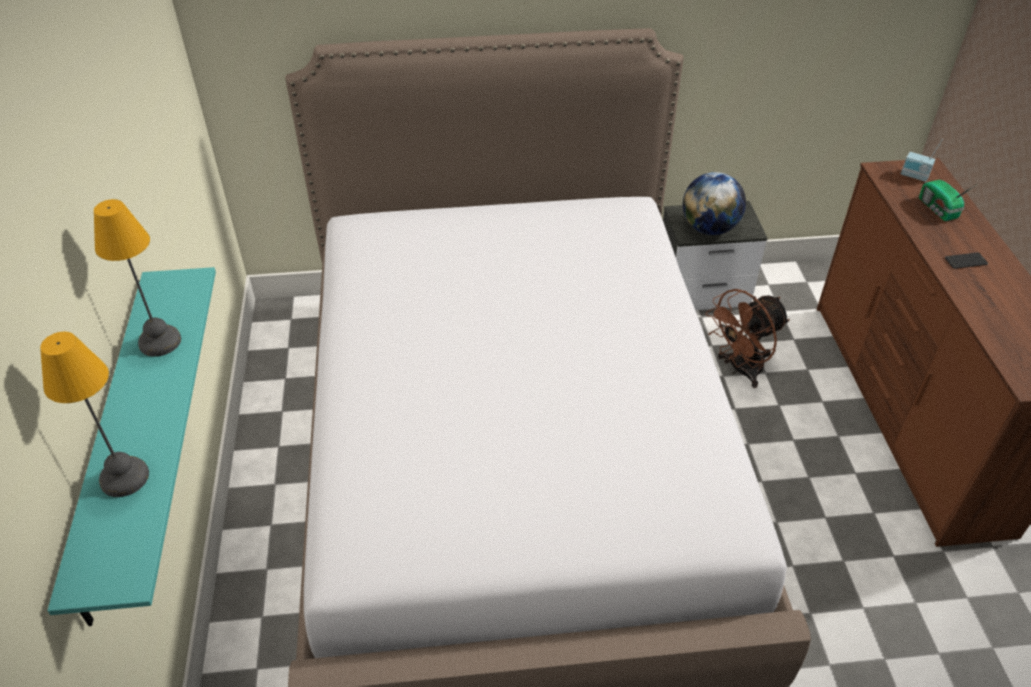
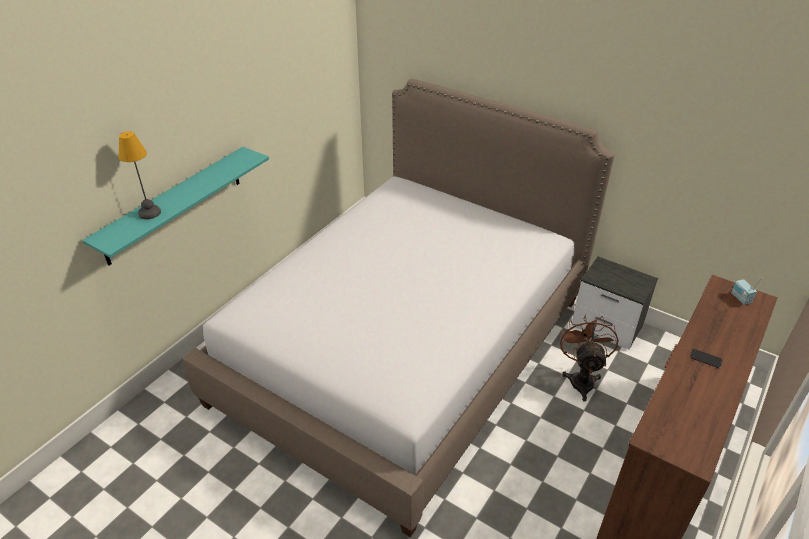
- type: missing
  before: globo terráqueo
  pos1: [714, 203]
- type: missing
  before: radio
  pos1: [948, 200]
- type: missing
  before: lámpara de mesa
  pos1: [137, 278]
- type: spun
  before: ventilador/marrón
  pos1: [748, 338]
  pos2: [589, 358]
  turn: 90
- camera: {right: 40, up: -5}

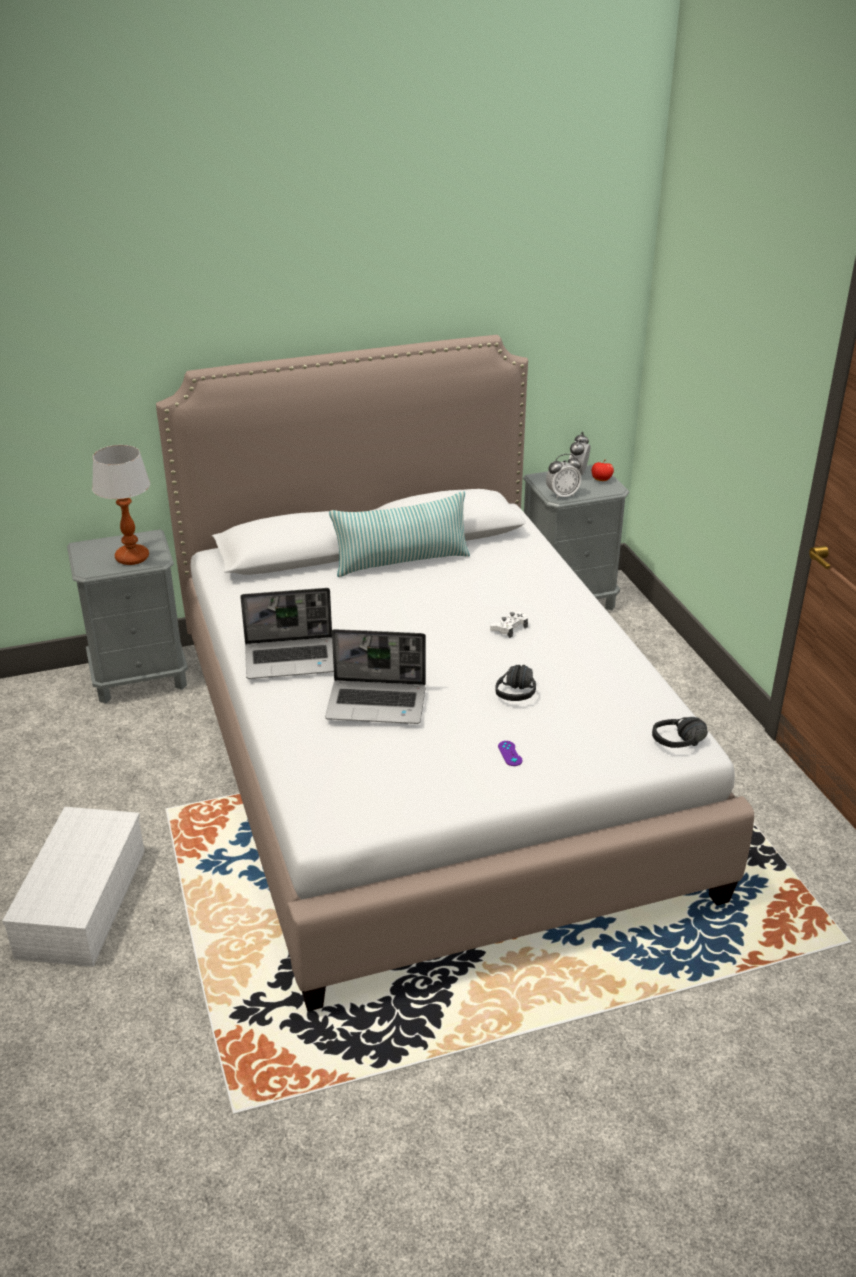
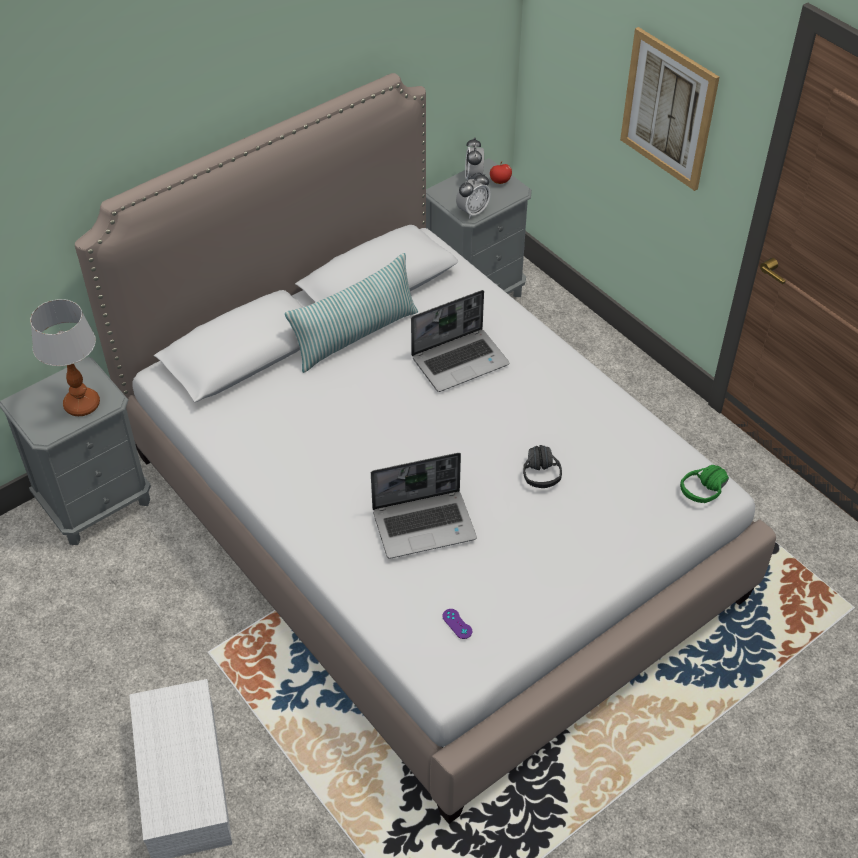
- type: relocated
  before: portátil
  pos1: [287, 633]
  pos2: [460, 341]
- type: missing
  before: mando de consola/blanco
  pos1: [509, 625]
- type: colour
  before: auriculares/negro
  after: auriculares/verde
  pos1: [680, 732]
  pos2: [704, 484]
- type: relocated
  before: mando de consola/morado
  pos1: [510, 753]
  pos2: [457, 624]
- type: appeared
  after: cuadro
  pos2: [669, 109]
- camera: {right: -20, up: 15}

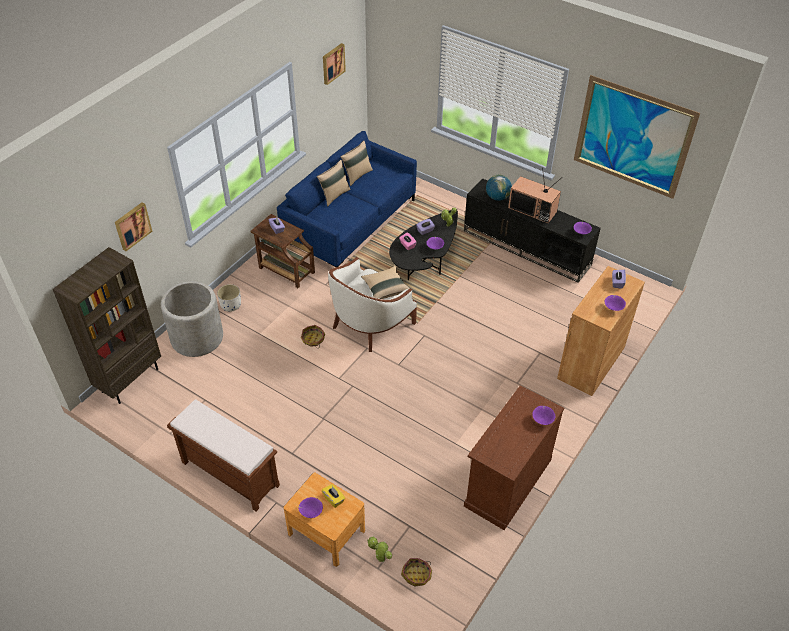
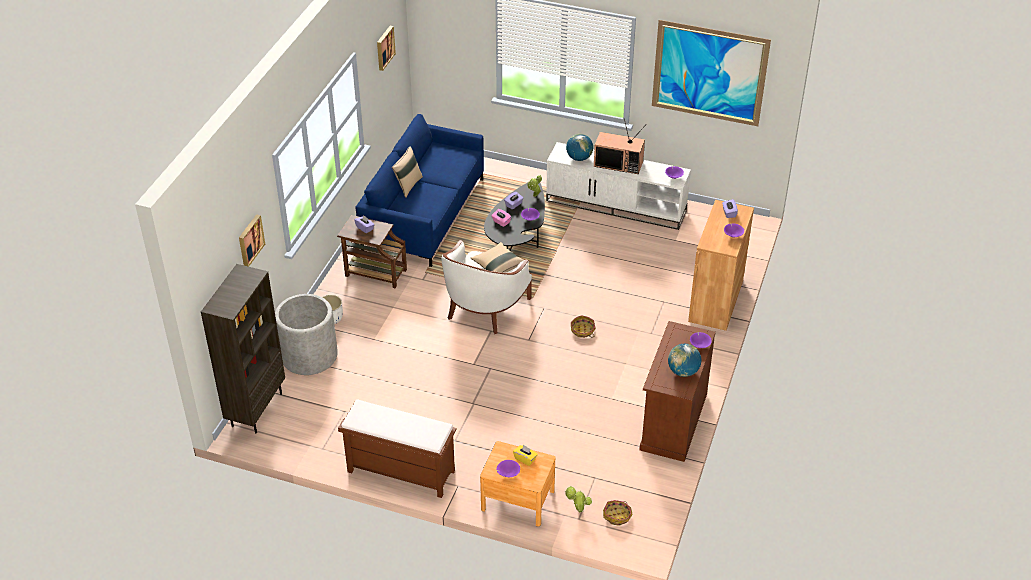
- type: missing
  before: cojín/beis
  pos1: [356, 163]
- type: colour
  before: mueble de televisión/negro
  after: mueble de televisión/blanco
  pos1: [532, 230]
  pos2: [618, 186]
- type: relocated
  before: cesta
  pos1: [313, 336]
  pos2: [583, 326]
- type: appeared
  after: globo terráqueo
  pos2: [684, 360]
- camera: {right: -15, up: -5}

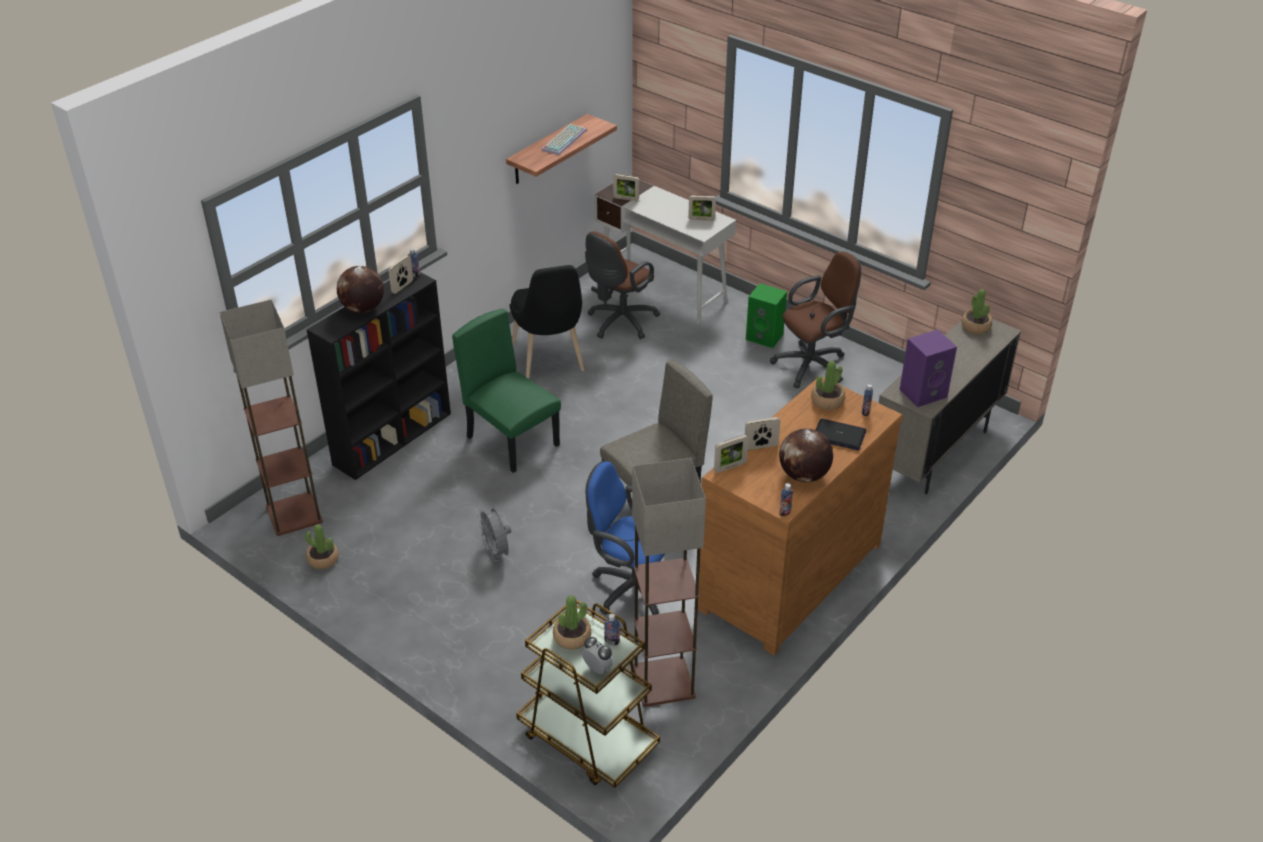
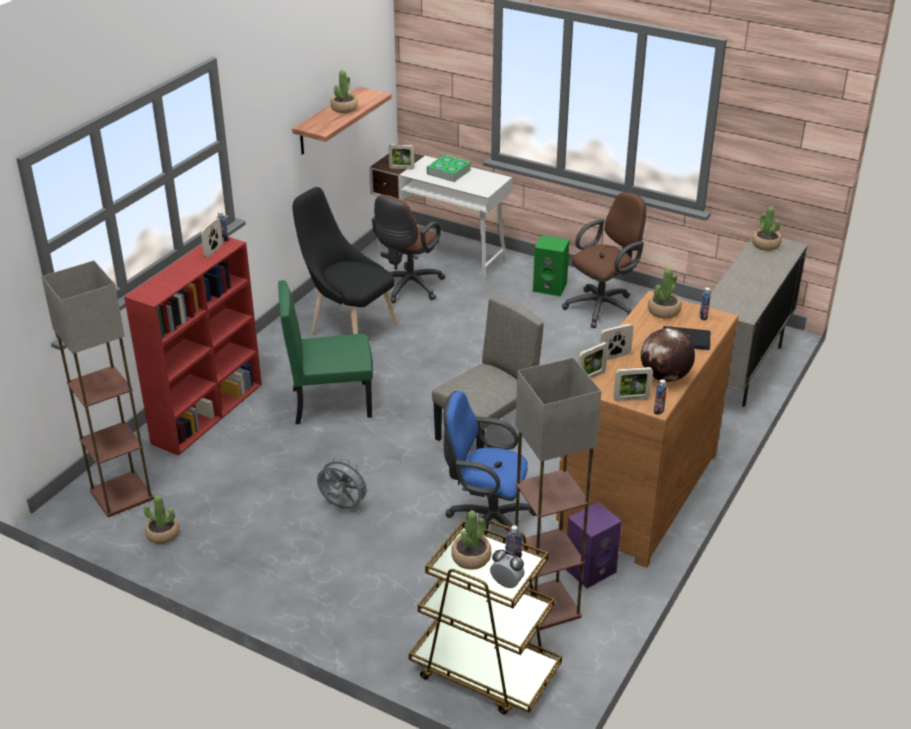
- type: exchanged
  before: teclado
  after: planta en maceta
  pos1: [564, 139]
  pos2: [344, 91]
- type: relocated
  before: portarretratos
  pos1: [702, 208]
  pos2: [633, 384]
- type: spun
  before: silla/negro
  pos1: [547, 322]
  pos2: [345, 260]
  turn: 150
- type: missing
  before: globo terráqueo
  pos1: [360, 289]
- type: colour
  before: estantería/negro
  after: estantería/rojo
  pos1: [378, 376]
  pos2: [193, 346]
- type: spun
  before: silla/verde
  pos1: [506, 391]
  pos2: [325, 352]
  turn: -45
- type: relocated
  before: altavoz/morado
  pos1: [928, 368]
  pos2: [594, 545]
- type: spun
  before: ventilador/gris
  pos1: [494, 535]
  pos2: [344, 483]
  turn: 150
- type: appeared
  after: libro
  pos2: [449, 168]
- camera: {right: -10, up: -5}

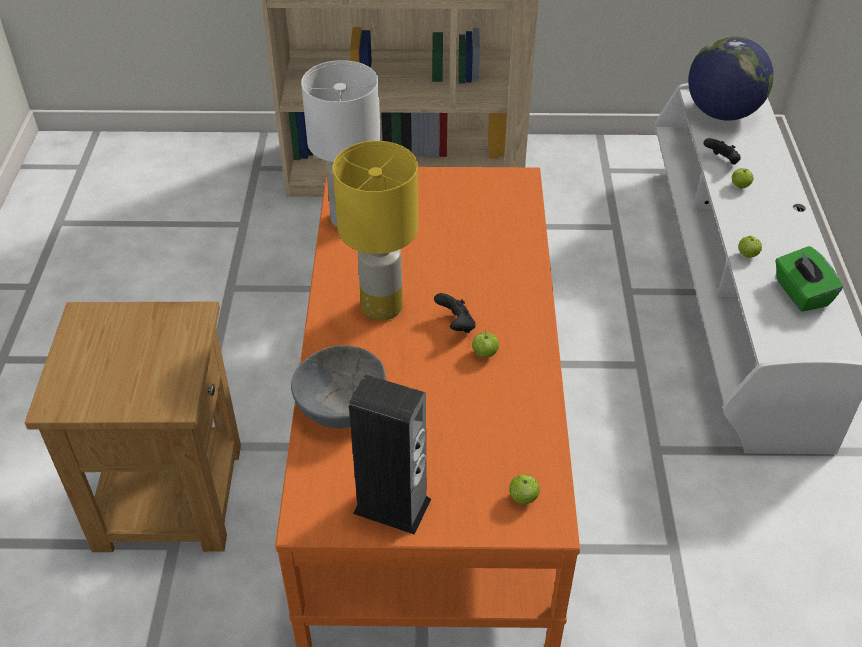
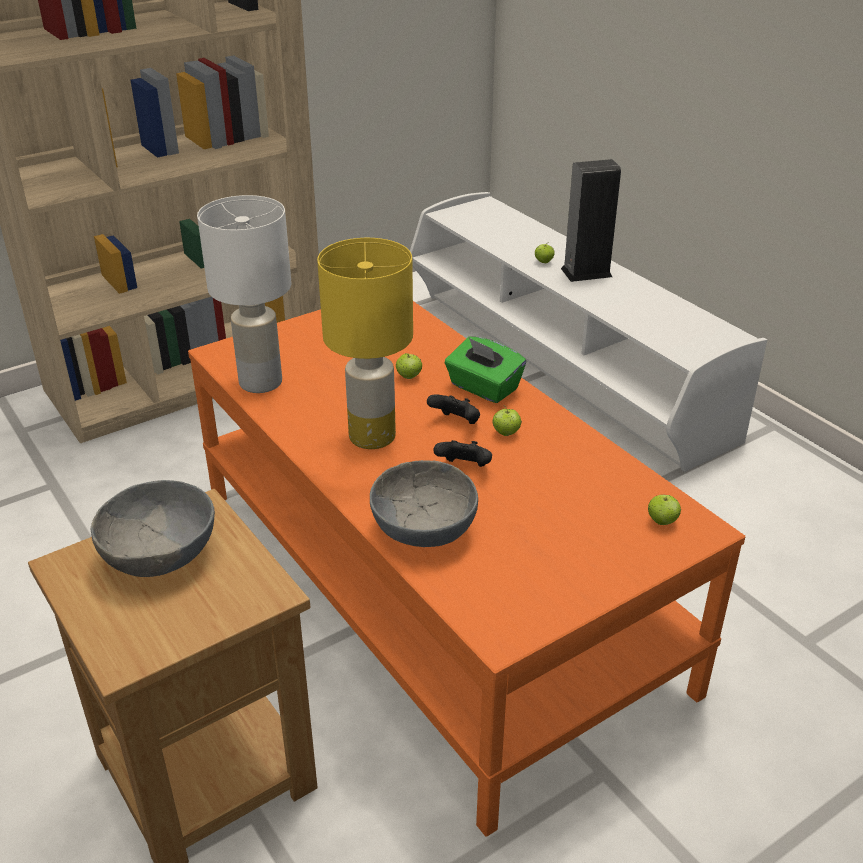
- type: missing
  before: globo terráqueo
  pos1: [731, 78]
- type: relocated
  before: mando de consola/negro
  pos1: [722, 151]
  pos2: [462, 453]
- type: relocated
  before: manzana
  pos1: [750, 247]
  pos2: [409, 366]
- type: relocated
  before: caja de pañuelos/verde
  pos1: [809, 279]
  pos2: [485, 369]
- type: relocated
  before: altavoz
  pos1: [390, 455]
  pos2: [591, 220]
- type: appeared
  after: cuenco/gris
  pos2: [153, 528]
- camera: {right: -35, up: -10}

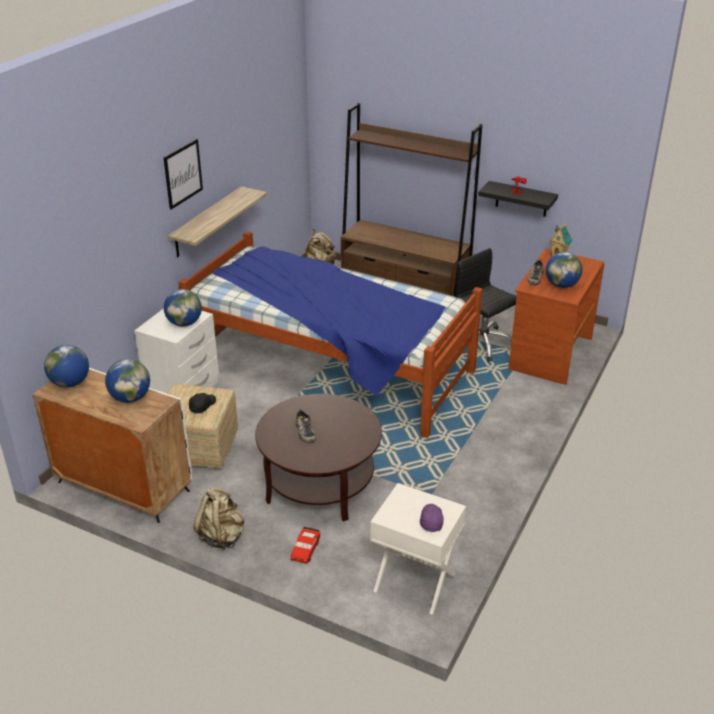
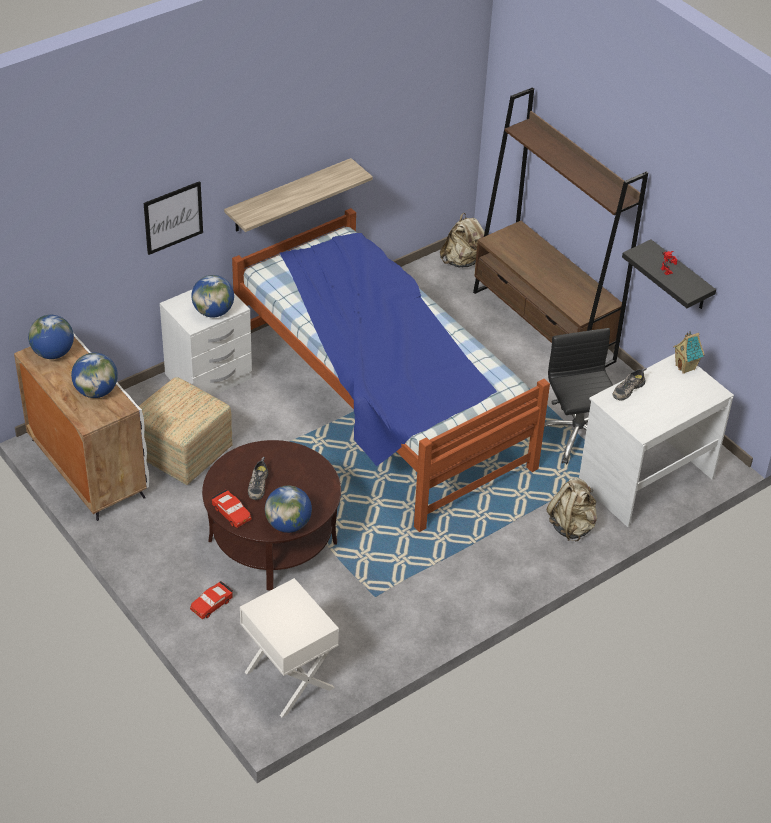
- type: relocated
  before: cuadro
  pos1: [183, 174]
  pos2: [173, 218]
- type: colour
  before: escritorio/marrón
  after: escritorio/blanco
  pos1: [557, 317]
  pos2: [656, 440]
- type: relocated
  before: globo terráqueo
  pos1: [564, 270]
  pos2: [288, 509]
- type: missing
  before: gorra/negro
  pos1: [202, 403]
- type: relocated
  before: mochila/beis
  pos1: [218, 518]
  pos2: [572, 509]
- type: missing
  before: gorra/morado
  pos1: [432, 518]
- type: appeared
  after: coche de juguete/rojo
  pos2: [232, 509]
- camera: {right: 25, up: 10}

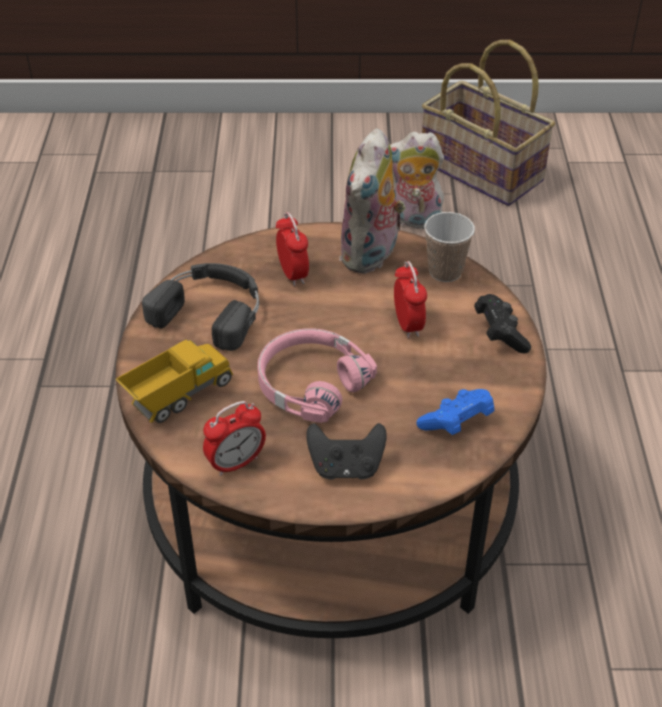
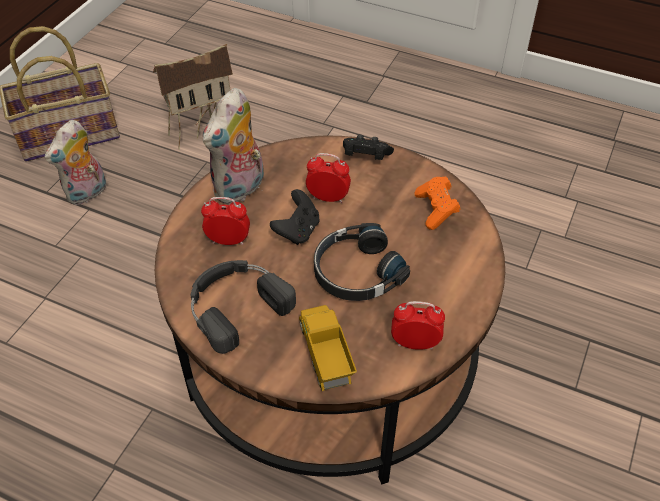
- type: spun
  before: peluche
  pos1: [373, 201]
  pos2: [233, 146]
  turn: 75
- type: missing
  before: taza
  pos1: [449, 247]
- type: colour
  before: auriculares/rosa
  after: auriculares/negro
  pos1: [317, 375]
  pos2: [362, 262]
- type: colour
  before: mando de consola/azul
  after: mando de consola/naranja
  pos1: [455, 412]
  pos2: [437, 203]
- type: spun
  before: despertador
  pos1: [234, 438]
  pos2: [418, 325]
  turn: -75
- type: relocated
  before: mando de consola/negro
  pos1: [346, 451]
  pos2: [295, 217]
- type: appeared
  after: casita
  pos2: [193, 97]
- camera: {right: -65, up: 5}

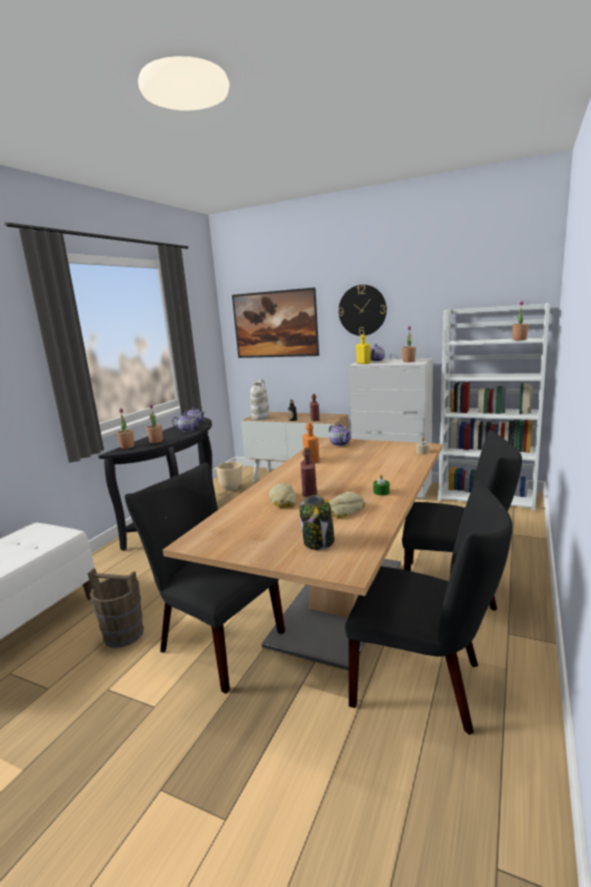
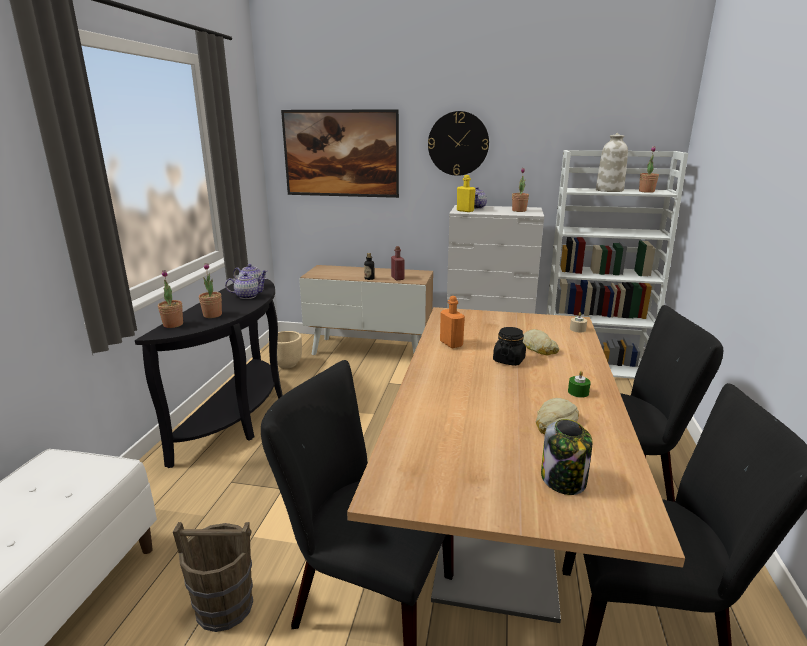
- type: relocated
  before: florero/blanco
  pos1: [260, 399]
  pos2: [612, 162]
- type: missing
  before: tetera
  pos1: [340, 435]
- type: missing
  before: botella/rojo
  pos1: [309, 472]
- type: relocated
  before: pan
  pos1: [283, 496]
  pos2: [541, 342]
- type: appeared
  after: tarro/negro
  pos2: [509, 346]
- camera: {right: -15, up: 5}

